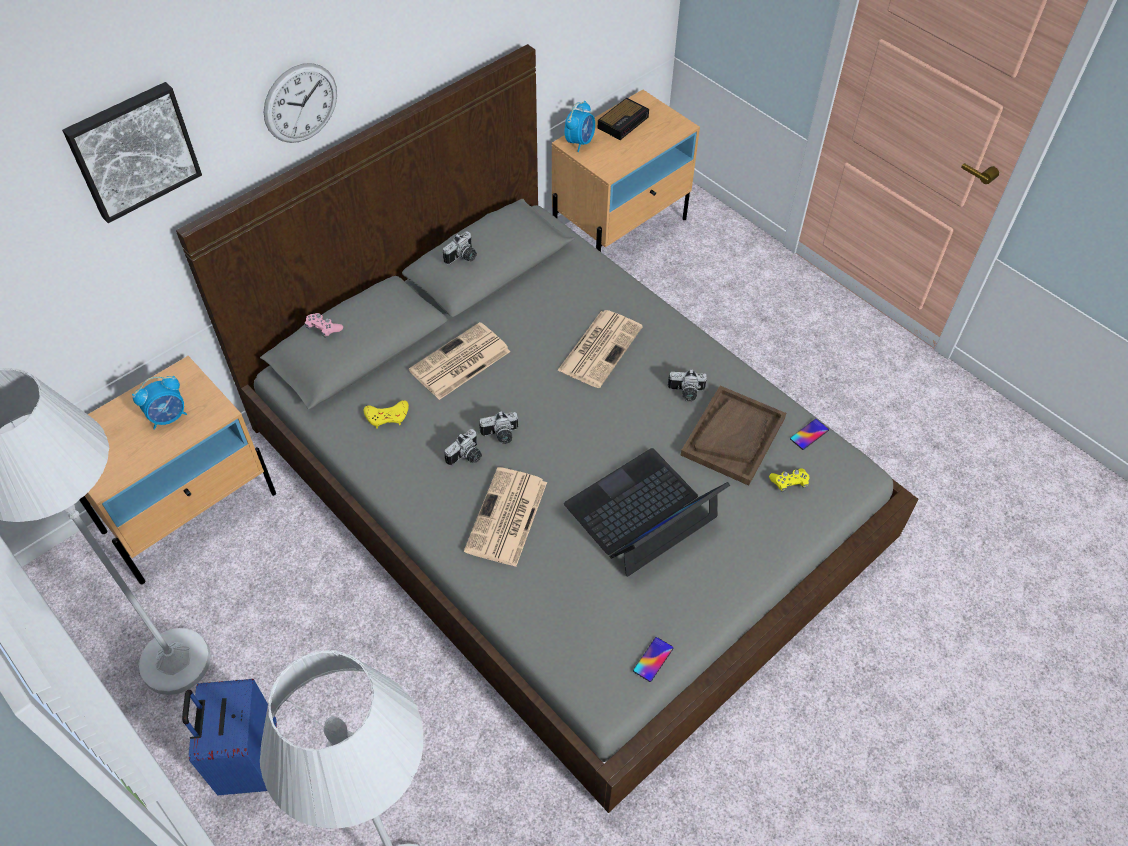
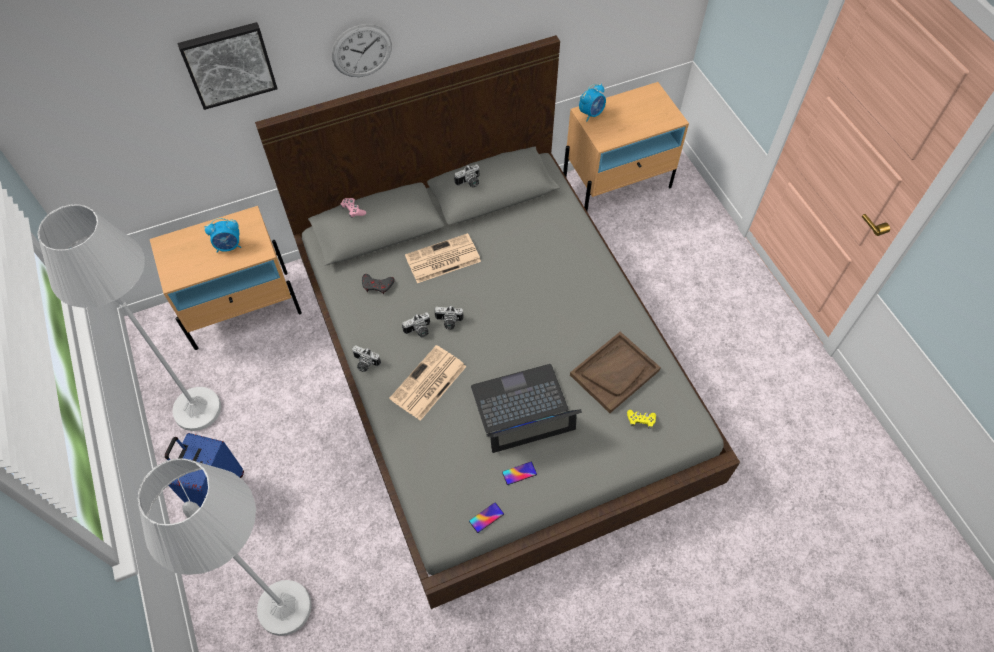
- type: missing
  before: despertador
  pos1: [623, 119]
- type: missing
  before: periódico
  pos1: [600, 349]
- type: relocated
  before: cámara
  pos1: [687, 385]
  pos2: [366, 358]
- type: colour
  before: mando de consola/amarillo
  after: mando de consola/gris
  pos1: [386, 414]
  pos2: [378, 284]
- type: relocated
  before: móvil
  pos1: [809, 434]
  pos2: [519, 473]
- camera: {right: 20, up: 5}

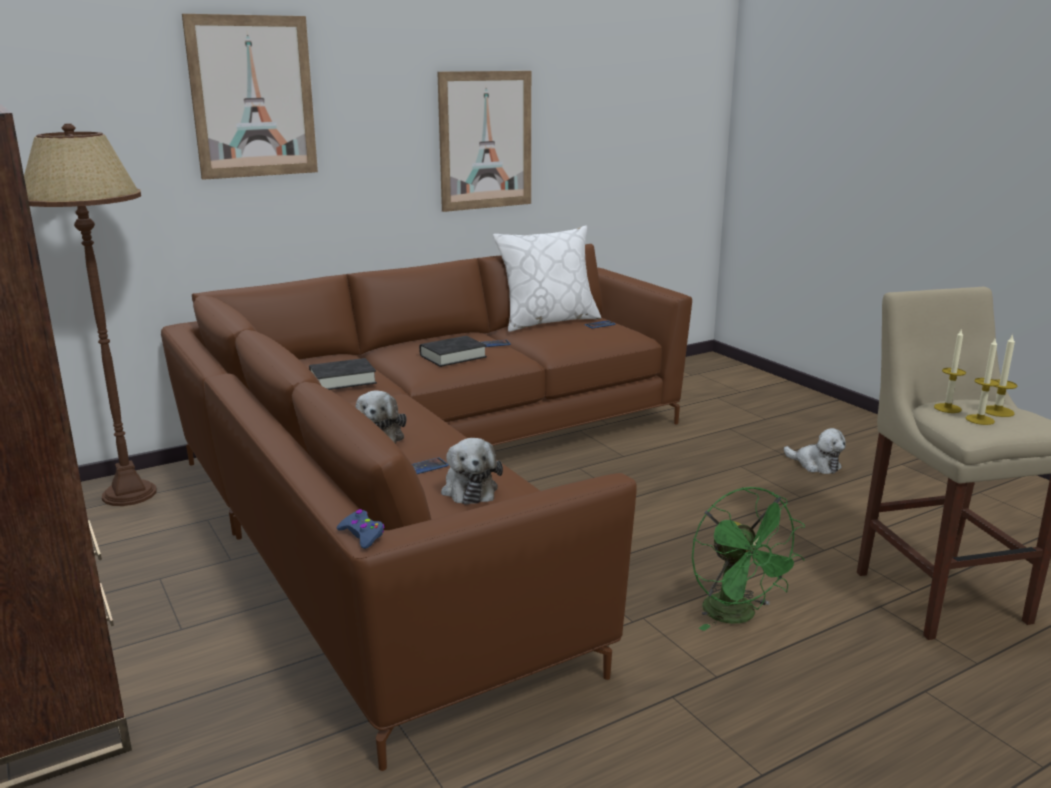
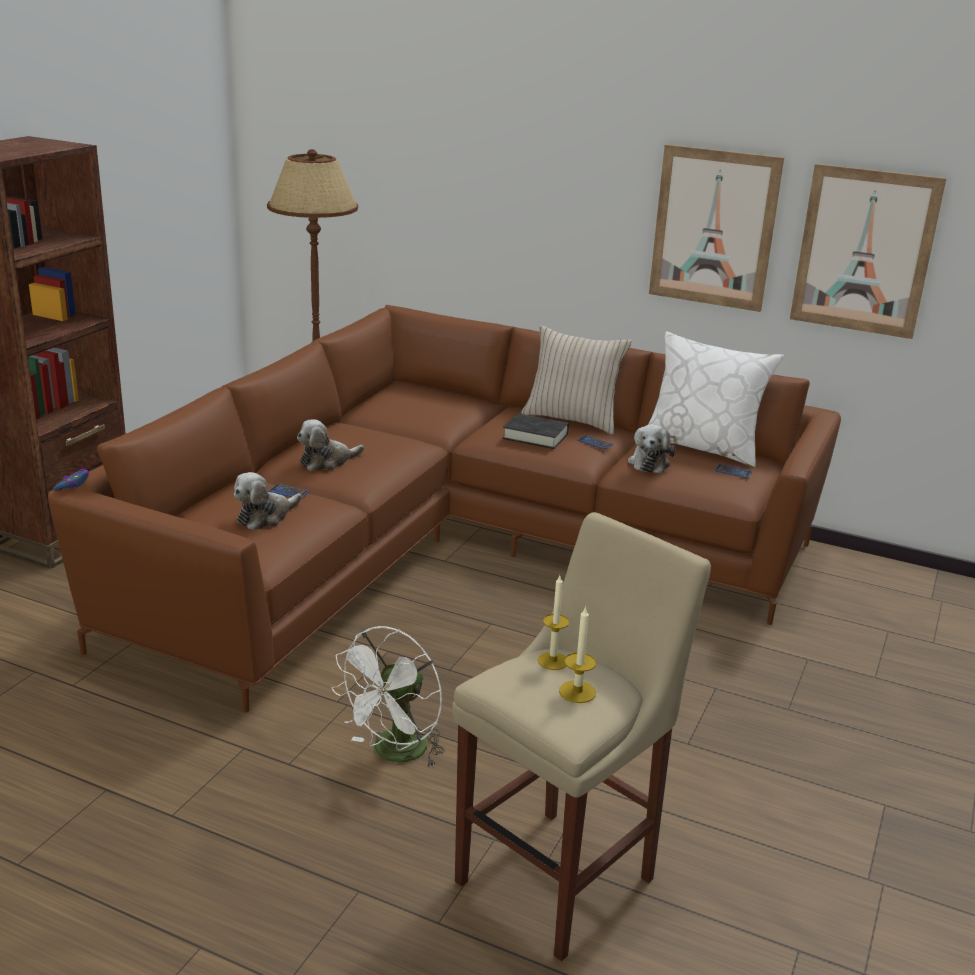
- type: relocated
  before: cuadro
  pos1: [250, 97]
  pos2: [868, 251]
- type: missing
  before: vela
  pos1: [983, 382]
- type: missing
  before: libro/negro
  pos1: [343, 374]
- type: relocated
  before: peluche
  pos1: [815, 451]
  pos2: [651, 448]
- type: colour
  before: ventilador/verde
  after: ventilador/blanco
  pos1: [748, 559]
  pos2: [388, 697]
- type: appeared
  after: cojín/beis
  pos2: [576, 380]
- camera: {right: 55, up: 5}

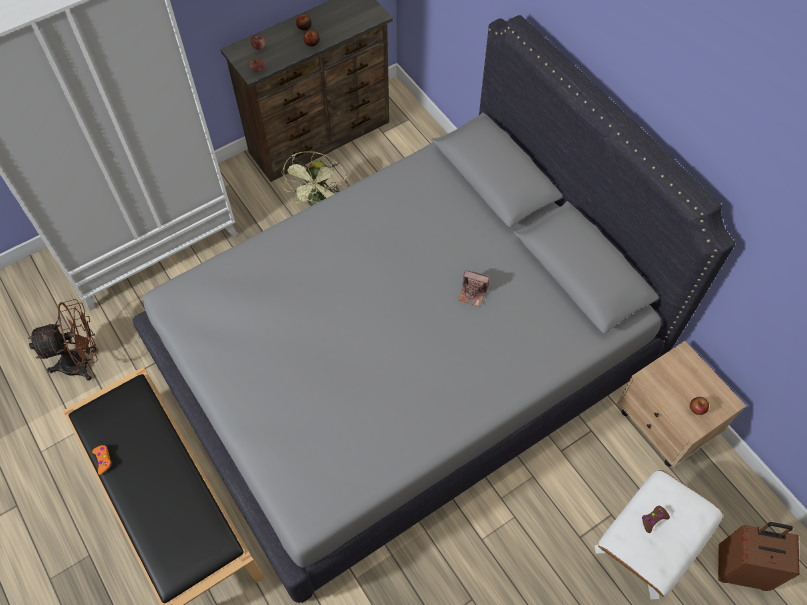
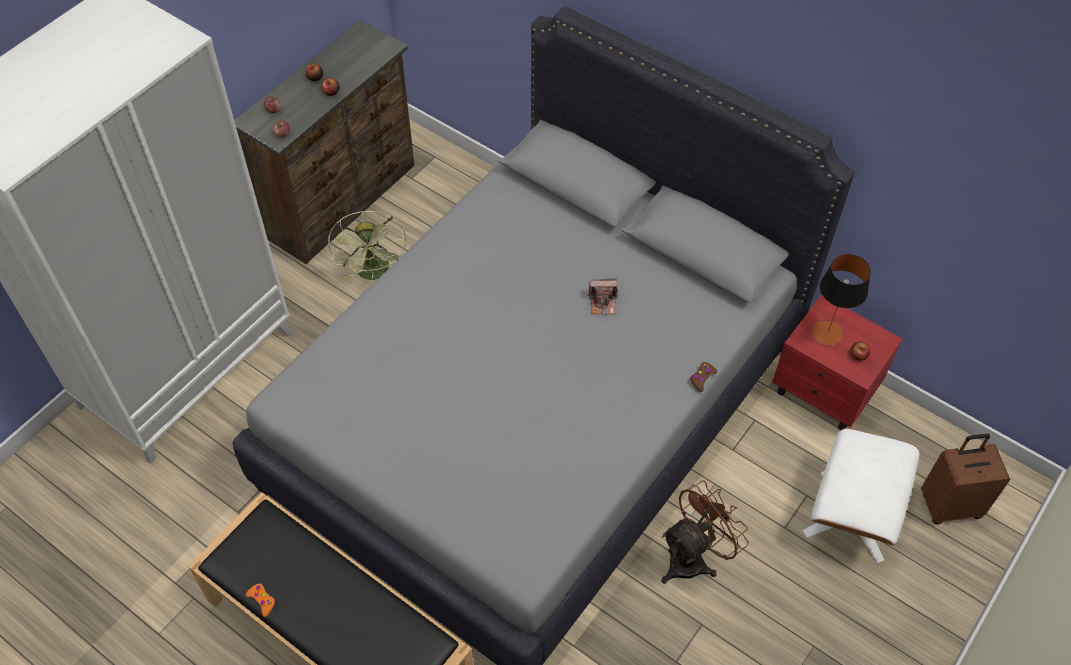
- type: relocated
  before: ventilador/marrón
  pos1: [63, 340]
  pos2: [705, 532]
- type: colour
  before: mesita de noche/beis
  after: mesita de noche/rojo
  pos1: [681, 404]
  pos2: [837, 363]
- type: relocated
  before: mando de consola/marrón
  pos1: [656, 519]
  pos2: [703, 377]
- type: appeared
  after: lámpara de mesa
  pos2: [841, 300]
- camera: {right: -20, up: -5}

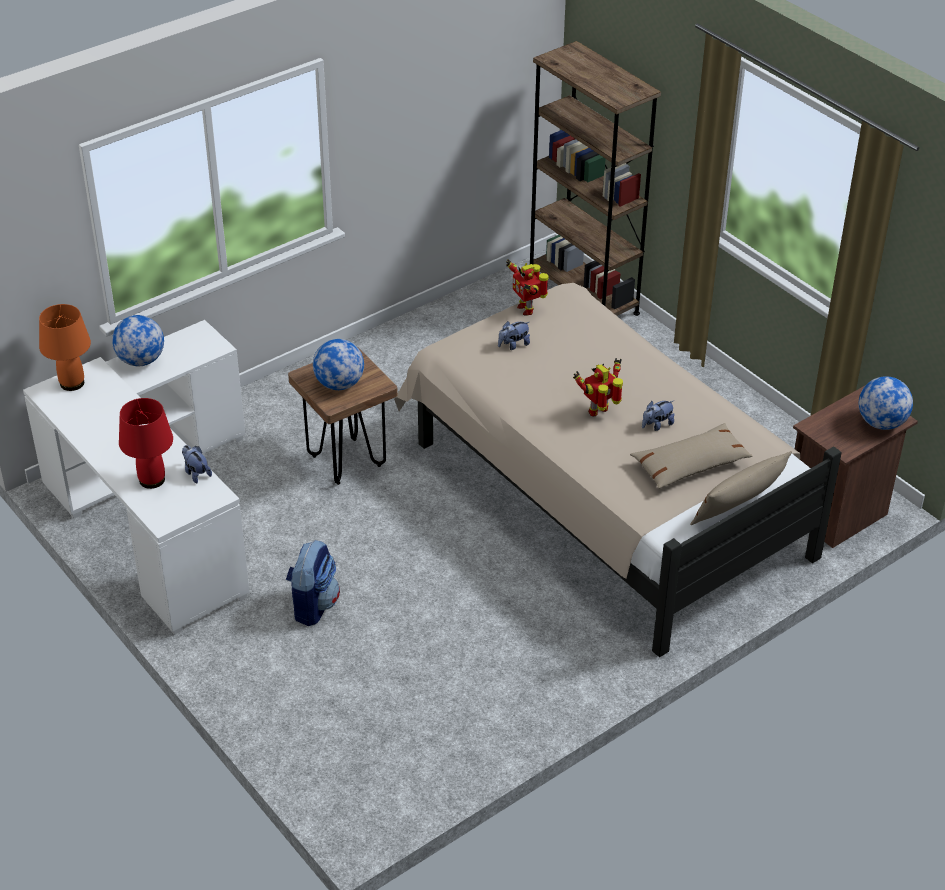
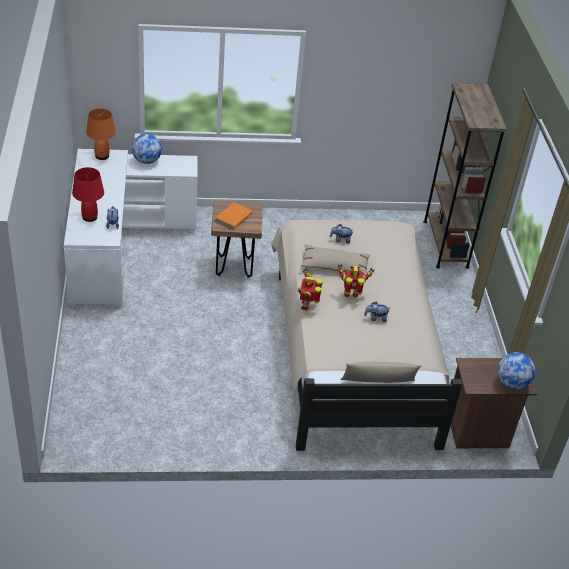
- type: relocated
  before: robot de juguete
  pos1: [527, 287]
  pos2: [310, 289]
- type: exchanged
  before: globo terráqueo
  after: libro/naranja
  pos1: [338, 364]
  pos2: [234, 216]
- type: relocated
  before: cojín/beis
  pos1: [691, 456]
  pos2: [336, 260]
- type: missing
  before: mochila
  pos1: [313, 583]
- camera: {right: 30, up: 0}

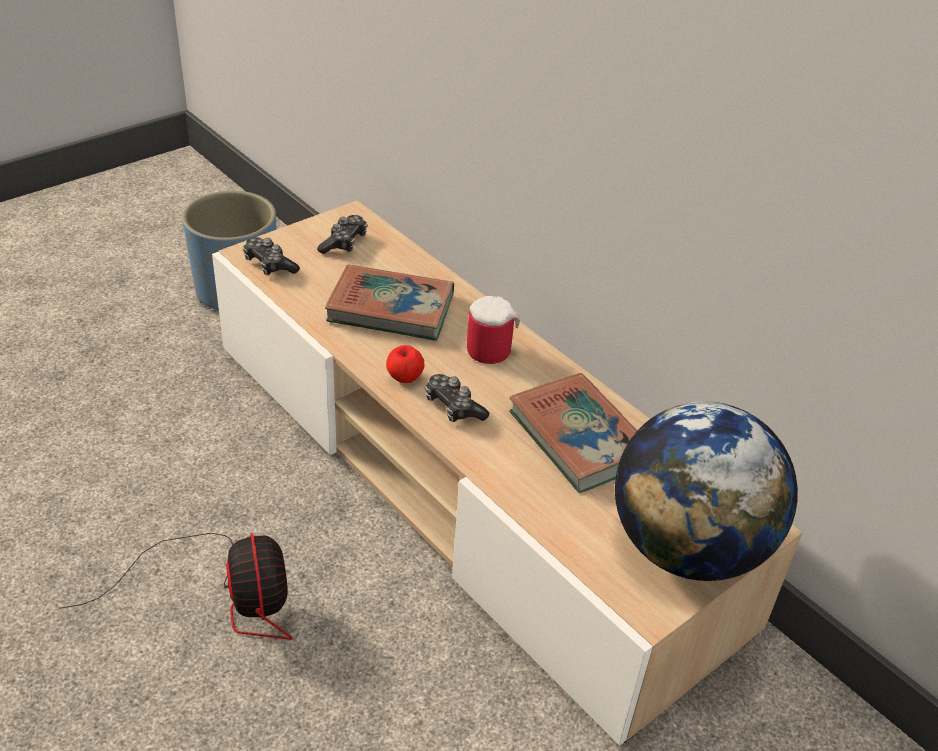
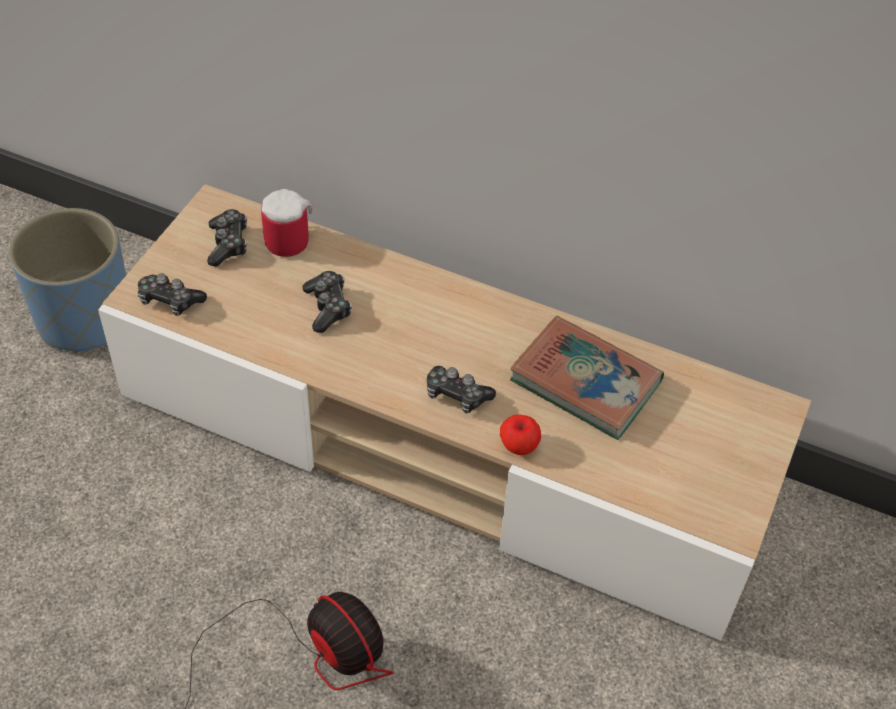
- type: exchanged
  before: libro
  after: mando de consola
  pos1: [389, 303]
  pos2: [327, 302]
- type: relocated
  before: taza grande
  pos1: [493, 330]
  pos2: [287, 223]
- type: relocated
  before: manzana
  pos1: [405, 364]
  pos2: [520, 434]
- type: missing
  before: globo terráqueo
  pos1: [706, 491]
- camera: {right: -25, up: 10}

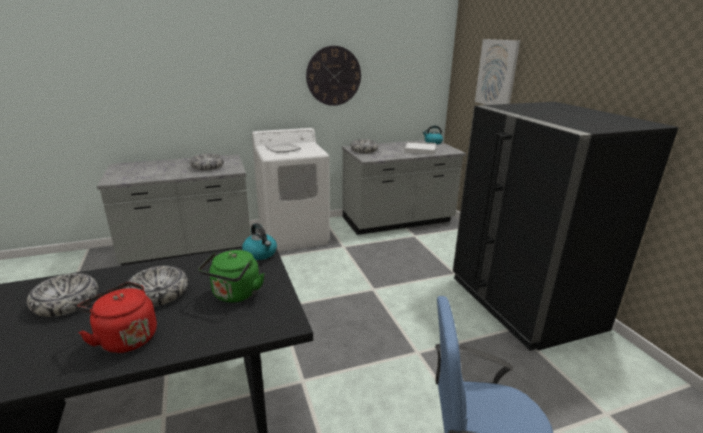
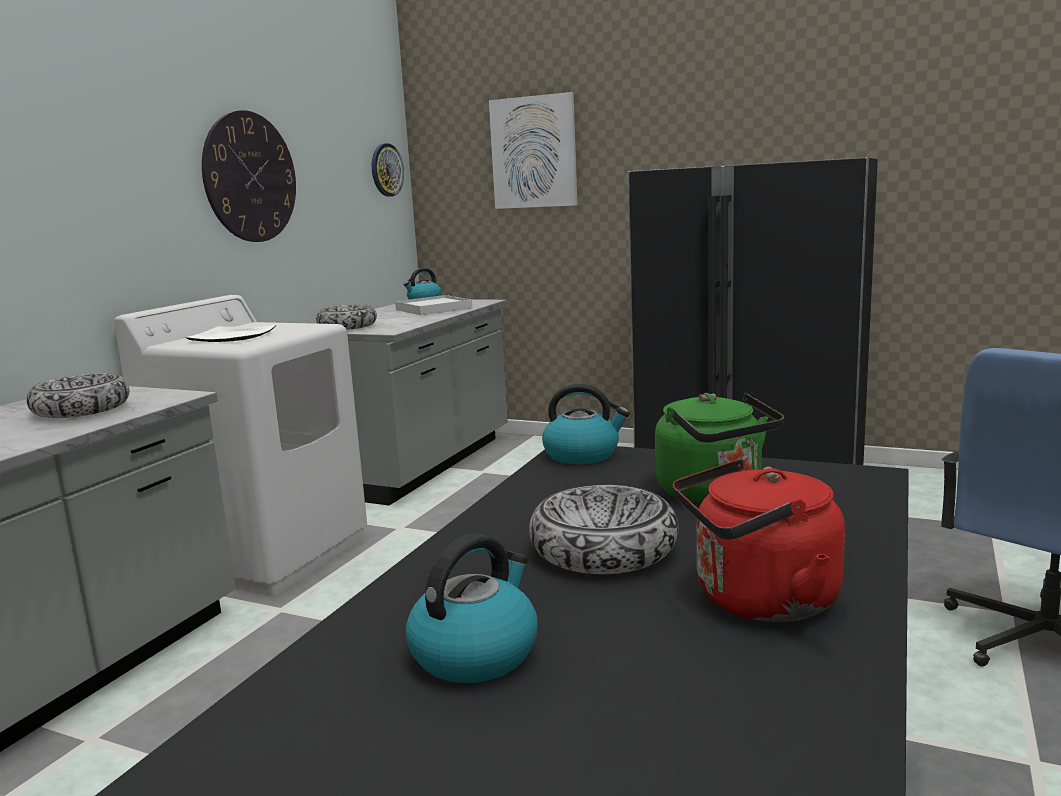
- type: exchanged
  before: cuenco
  after: hervidor
  pos1: [62, 295]
  pos2: [471, 608]
- type: appeared
  after: reloj de pared
  pos2: [388, 170]
- camera: {right: -45, up: -10}

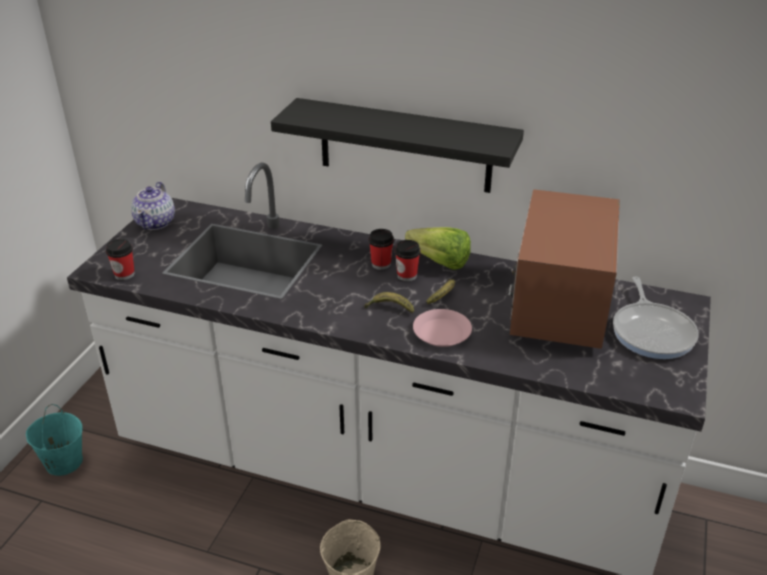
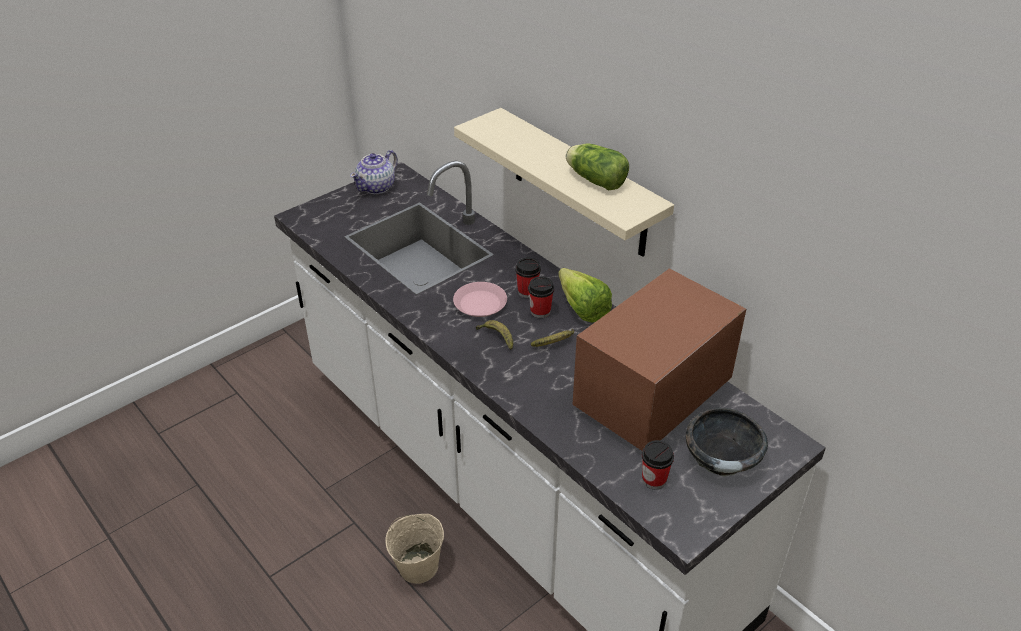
- type: colour
  before: estante/negro
  after: estante/beis
  pos1: [397, 145]
  pos2: [564, 182]
- type: relocated
  before: taza
  pos1: [120, 259]
  pos2: [658, 465]
- type: exchanged
  before: sartén
  after: cuenco/negro
  pos1: [656, 317]
  pos2: [727, 442]
- type: relocated
  before: plato/rosa
  pos1: [442, 328]
  pos2: [480, 299]
- type: missing
  before: cubo/turquesa
  pos1: [54, 440]
- type: appeared
  after: lechuga
  pos2: [597, 167]
- camera: {right: 30, up: 5}

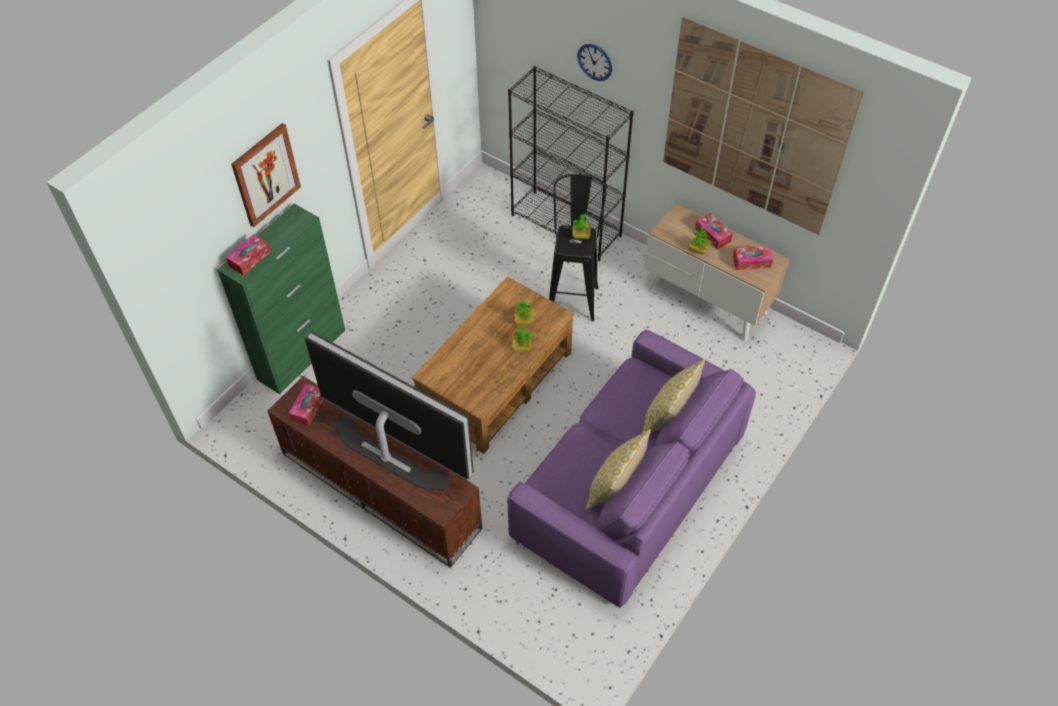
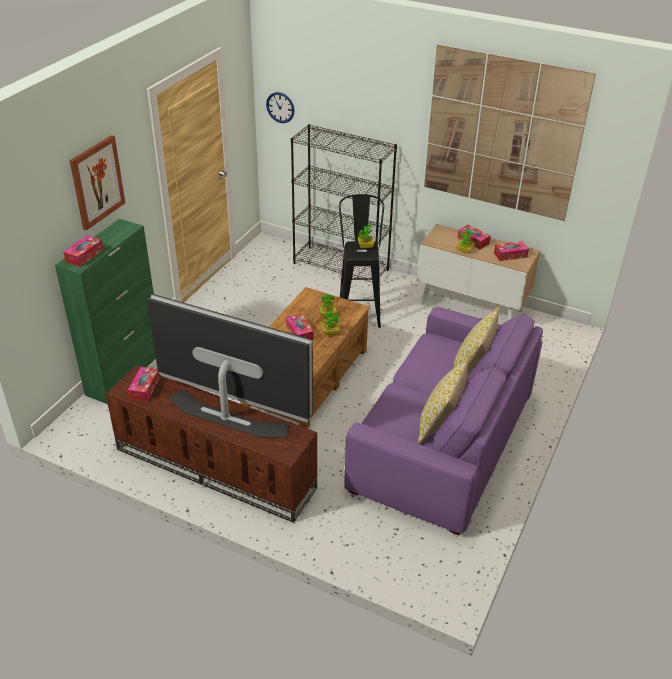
- type: relocated
  before: reloj de pared
  pos1: [594, 62]
  pos2: [280, 107]
- type: appeared
  after: caja de pañuelos
  pos2: [300, 326]
- camera: {right: -10, up: -15}

